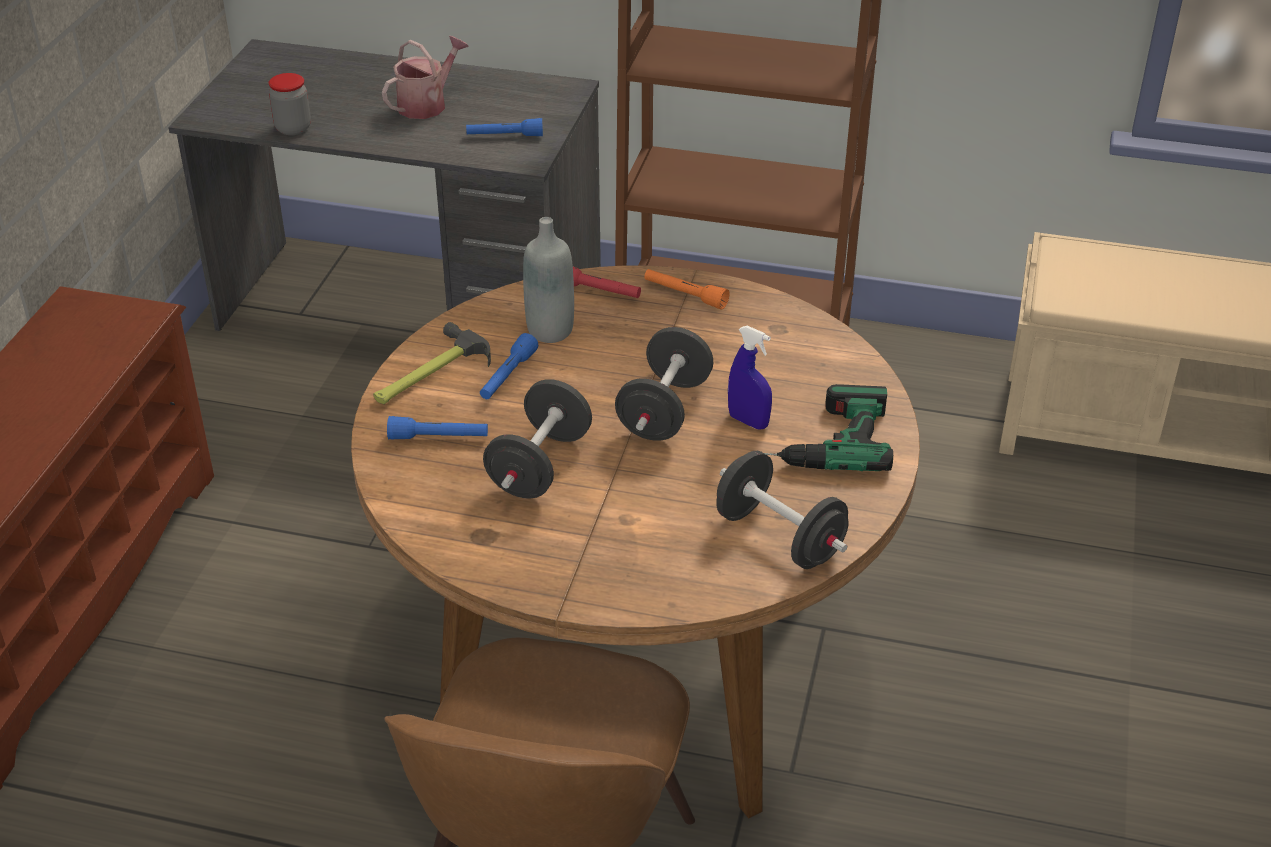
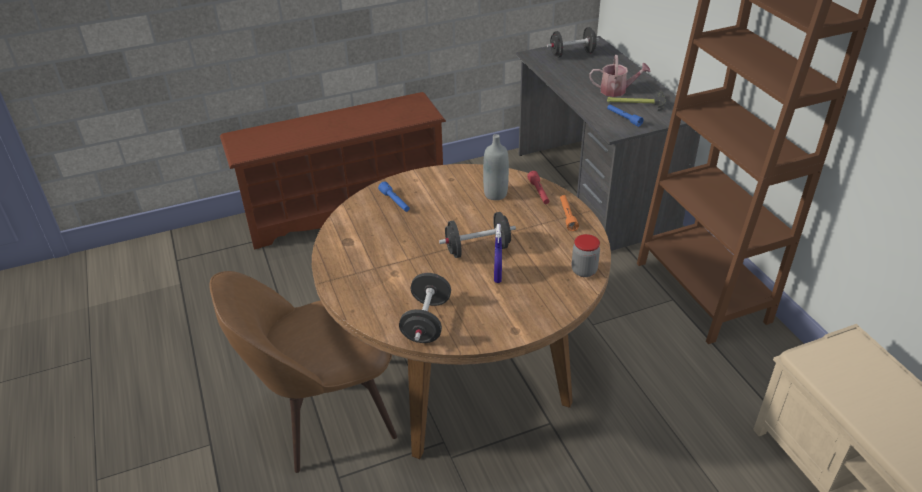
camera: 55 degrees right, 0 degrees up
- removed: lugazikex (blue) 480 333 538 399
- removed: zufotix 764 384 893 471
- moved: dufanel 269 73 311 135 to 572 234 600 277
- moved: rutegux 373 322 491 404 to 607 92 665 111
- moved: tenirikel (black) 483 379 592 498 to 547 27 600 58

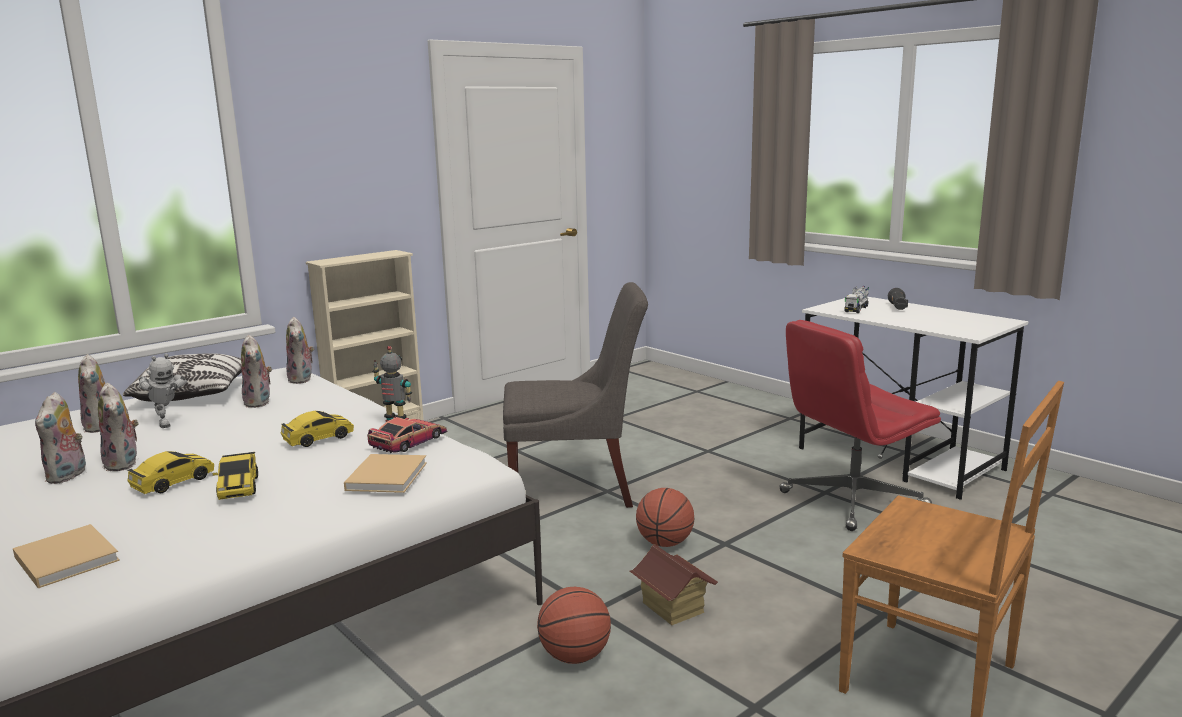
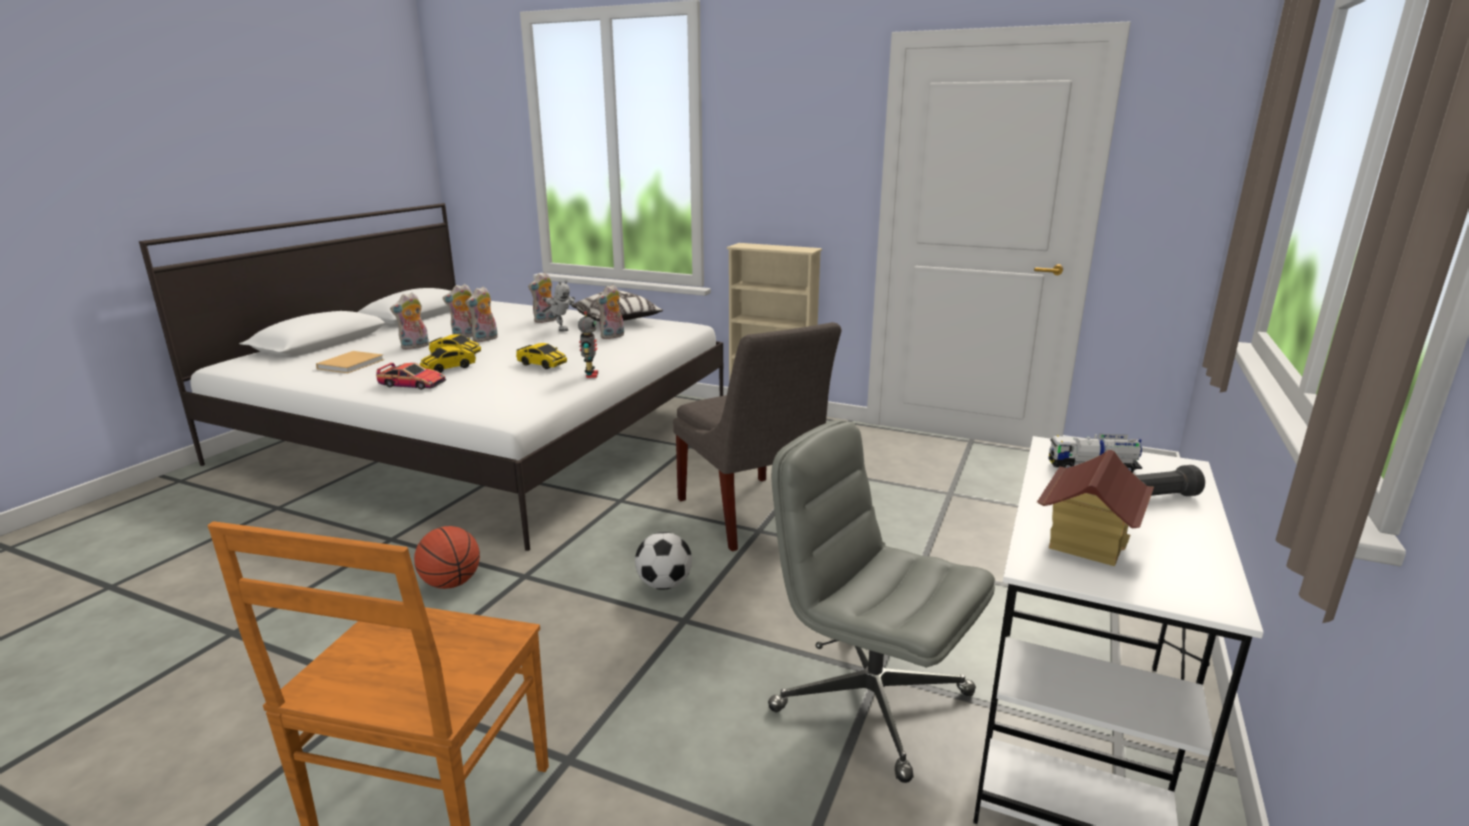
camera: 65 degrees right, 5 degrees up
- removed: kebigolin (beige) 344 454 427 493
- moved: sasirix 286 317 314 384 to 390 292 429 350
- moved: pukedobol 367 417 448 453 to 376 363 446 390
- moved: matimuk 630 545 718 626 to 1037 450 1154 566
- replaced: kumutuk 636 488 694 547 to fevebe 635 532 692 590
- recoloured: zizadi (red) 779 320 941 531 to zizadi (grey) 768 420 995 783
- turned: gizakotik 139 354 187 428 = 542 280 575 332 75 degrees counterclockwise

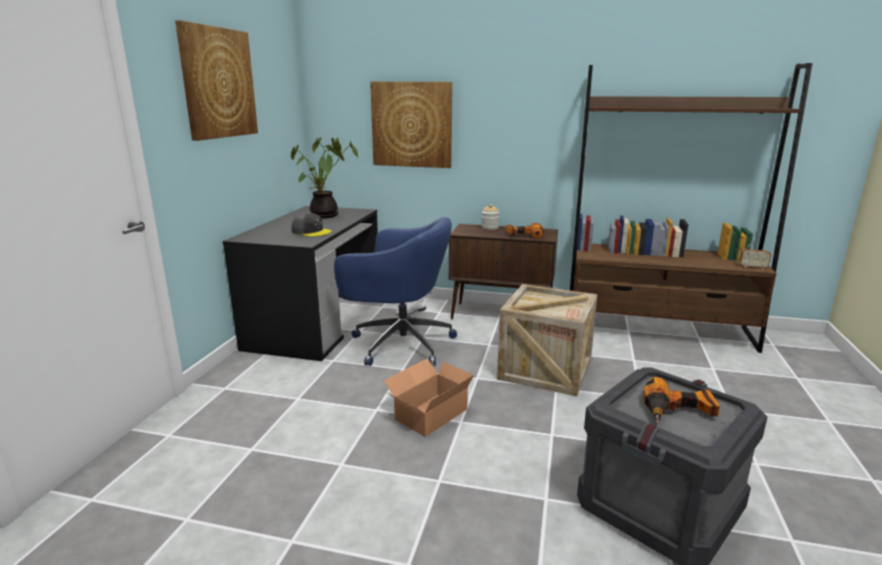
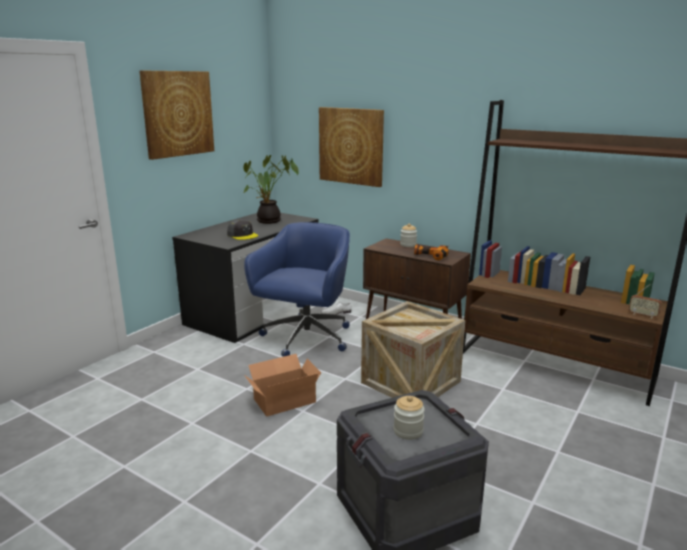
camera: 20 degrees right, 0 degrees up
- replaced: zufotix 643 377 720 424 to dufanel 393 396 425 440
- turned: zizadi (blue) 334 217 457 366 = 244 222 350 357 105 degrees counterclockwise

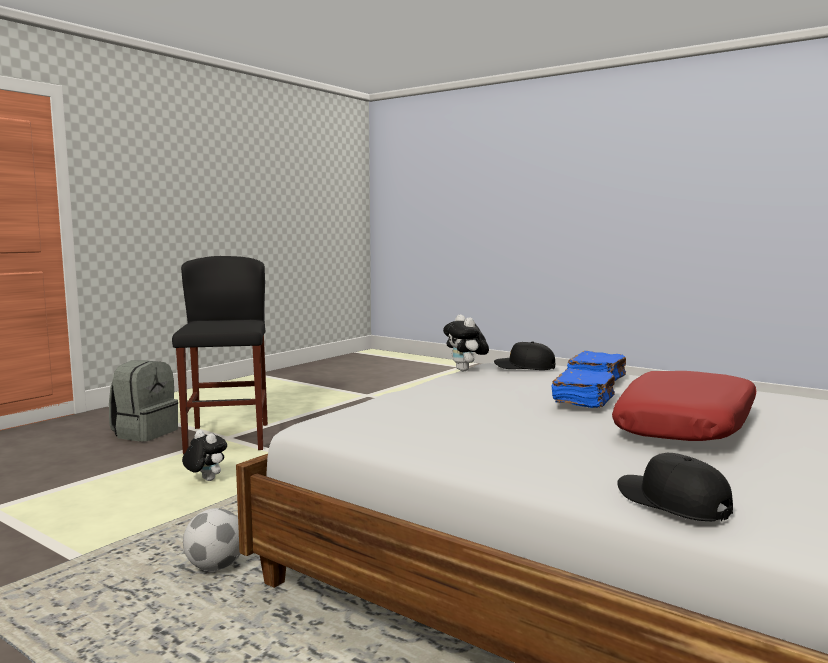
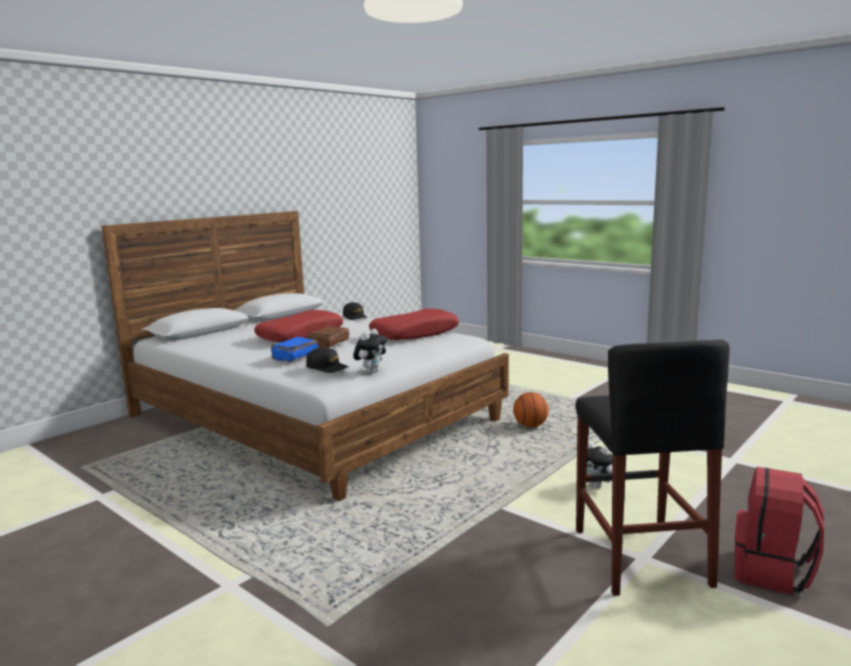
camera: 175 degrees left, 5 degrees up
- added: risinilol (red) 369 308 459 340
- replaced: fevebe 183 508 240 571 to kumutuk 513 392 549 428
- recoloured: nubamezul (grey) 109 360 178 442 to nubamezul (red) 734 467 824 595
- recoloured: kebigolin (blue) 551 368 615 408 to kebigolin (brown) 307 326 349 348
- turned: sasirix 443 315 489 372 = 353 329 387 373 45 degrees clockwise

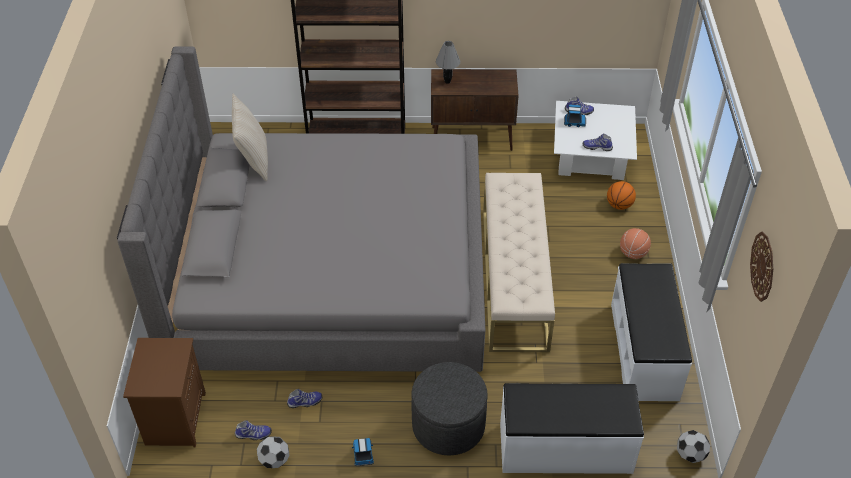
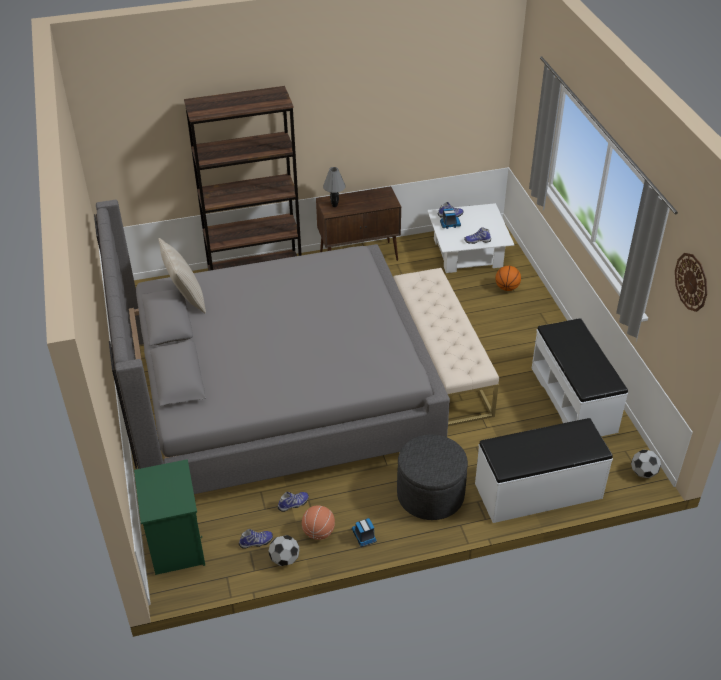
camera: 15 degrees left, 5 degrees down
- moved: kumutuk 620 228 651 259 to 302 505 335 540
- recoloured: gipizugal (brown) 123 338 206 447 to gipizugal (green) 134 459 205 575

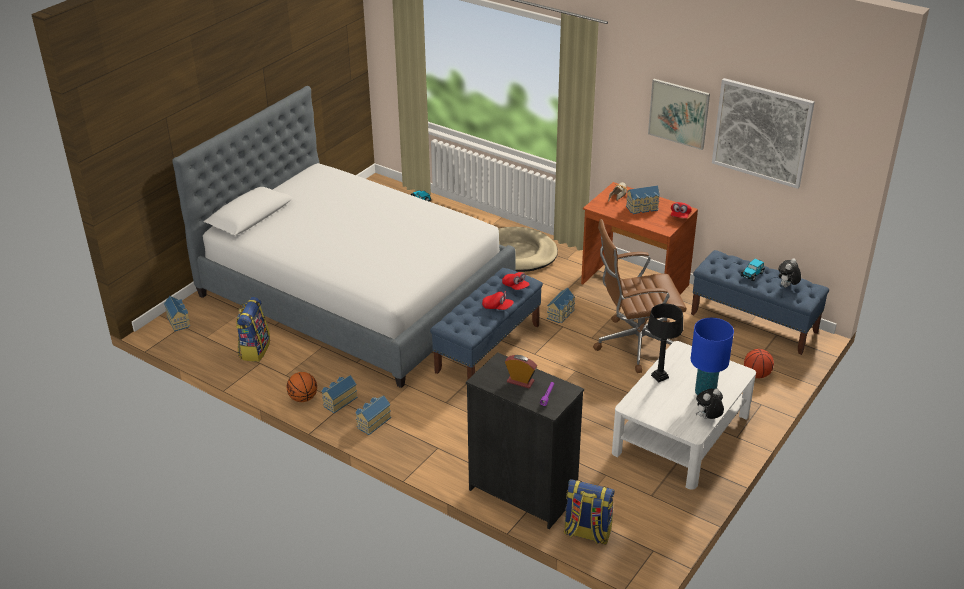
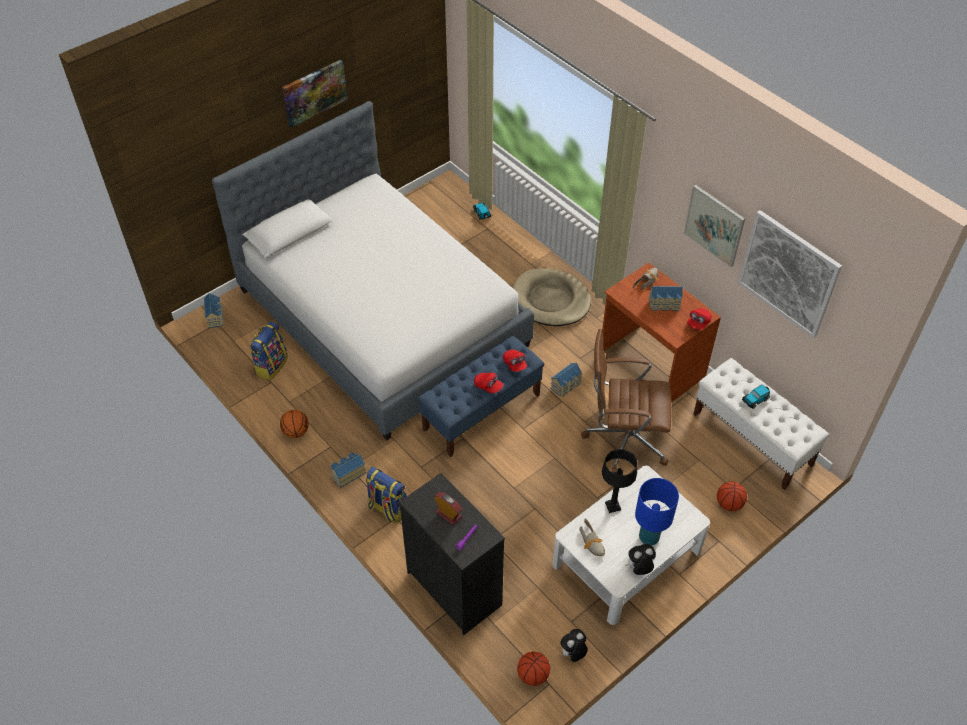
camera: 15 degrees right, 15 degrees up
- removed: matimuk 321 375 358 413
- added: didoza 282 60 347 127
- added: kumutuk 517 651 550 686
- added: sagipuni 579 518 605 556
- moved: nubamezul 564 479 615 544 to 366 467 407 524
- moved: sasirix 778 258 801 287 to 561 629 588 662
- recoloured: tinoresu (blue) 691 250 829 355 to tinoresu (white) 693 358 829 490

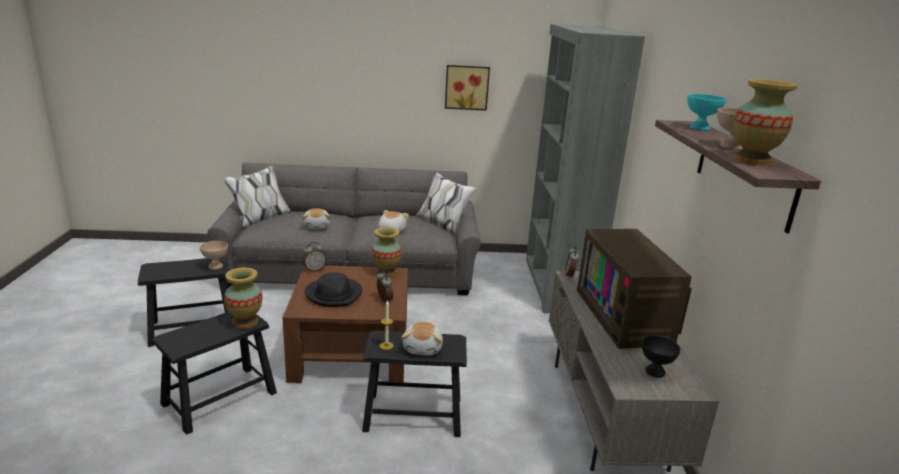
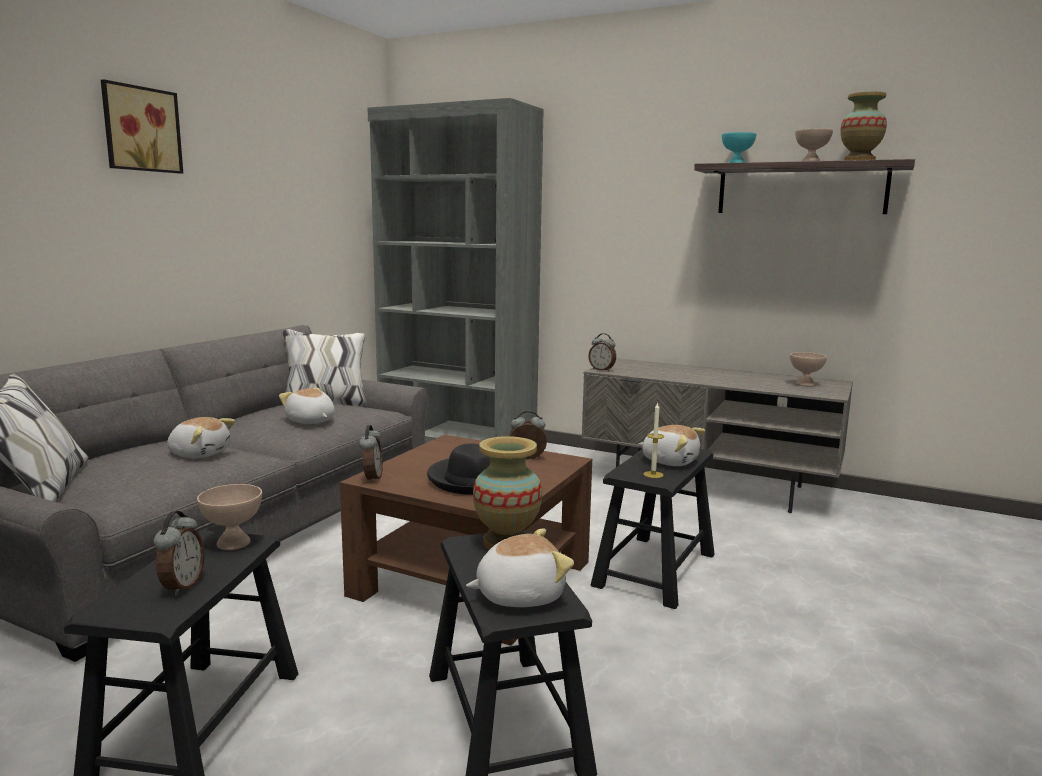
camera: 60 degrees left, 10 degrees down
- removed: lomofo 371 227 402 277
- removed: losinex 577 229 692 349
- added: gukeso 154 511 205 596
- added: sasirix 466 528 574 607
- moved: didoza 445 65 490 111 to 101 79 183 174
- recoloured: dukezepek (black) 642 336 680 378 to dukezepek (beige) 790 352 827 387

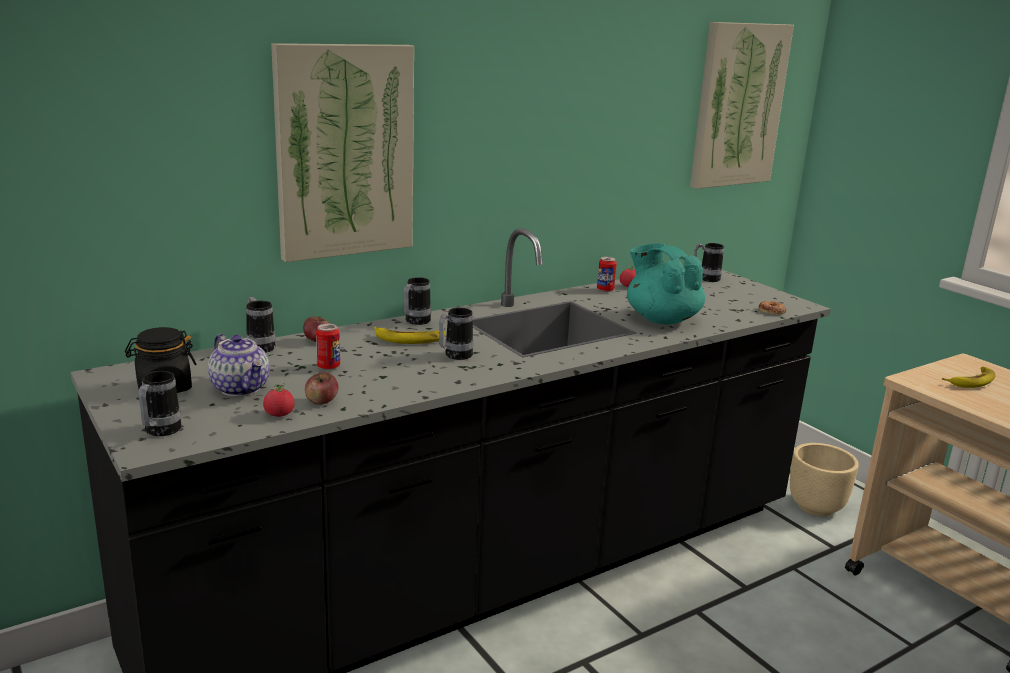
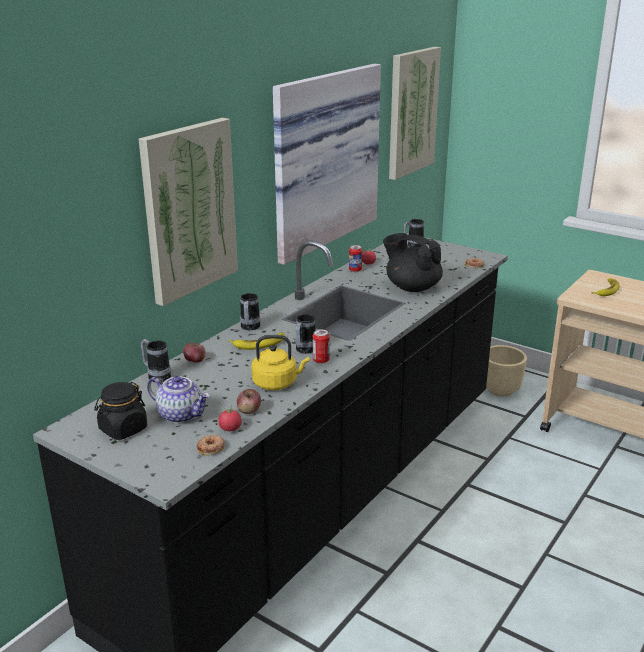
camera: 20 degrees left, 5 degrees up
- removed: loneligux 138 371 181 436
- added: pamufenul 197 435 225 455
- added: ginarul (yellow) 251 335 310 390
- added: didoza 273 64 381 265
- moved: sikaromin 316 324 340 370 to 313 329 330 364
- recoloured: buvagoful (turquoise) 627 244 705 325 to buvagoful (black) 383 233 443 292

